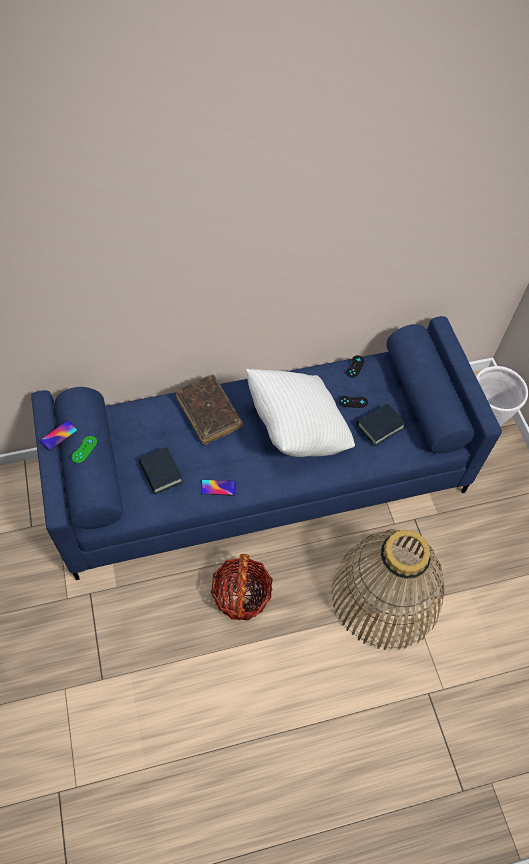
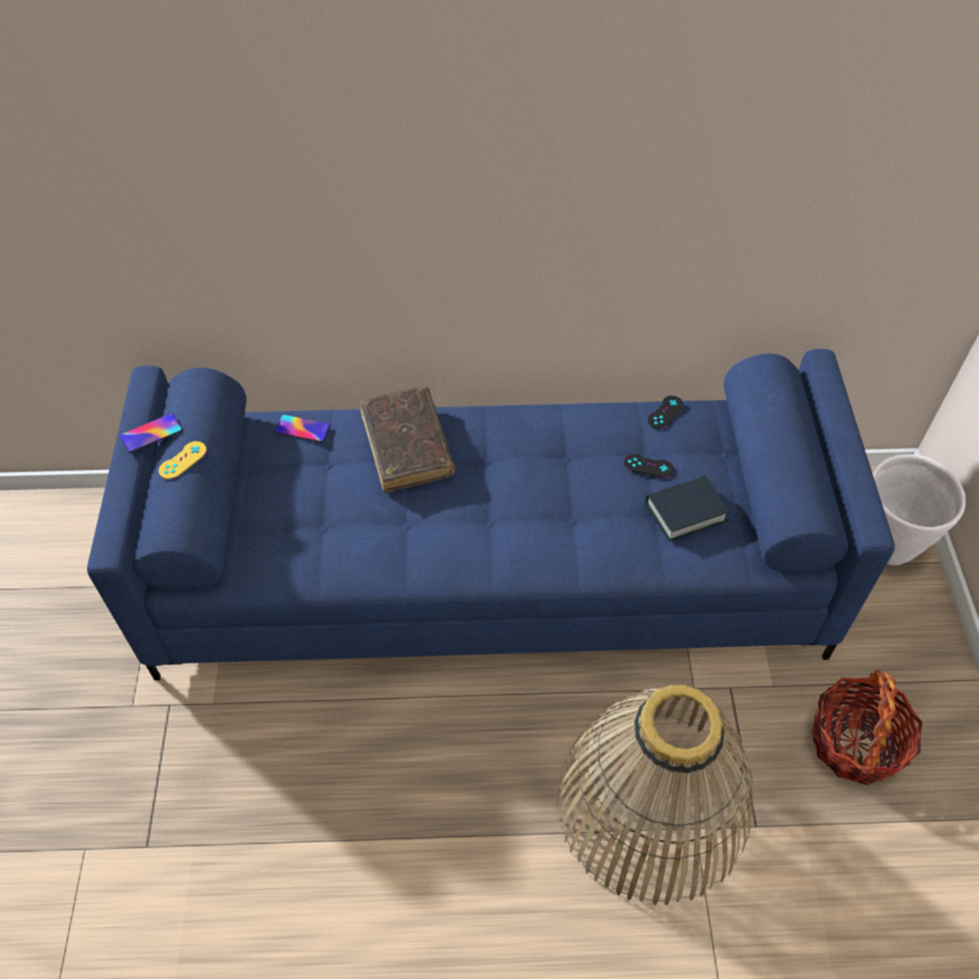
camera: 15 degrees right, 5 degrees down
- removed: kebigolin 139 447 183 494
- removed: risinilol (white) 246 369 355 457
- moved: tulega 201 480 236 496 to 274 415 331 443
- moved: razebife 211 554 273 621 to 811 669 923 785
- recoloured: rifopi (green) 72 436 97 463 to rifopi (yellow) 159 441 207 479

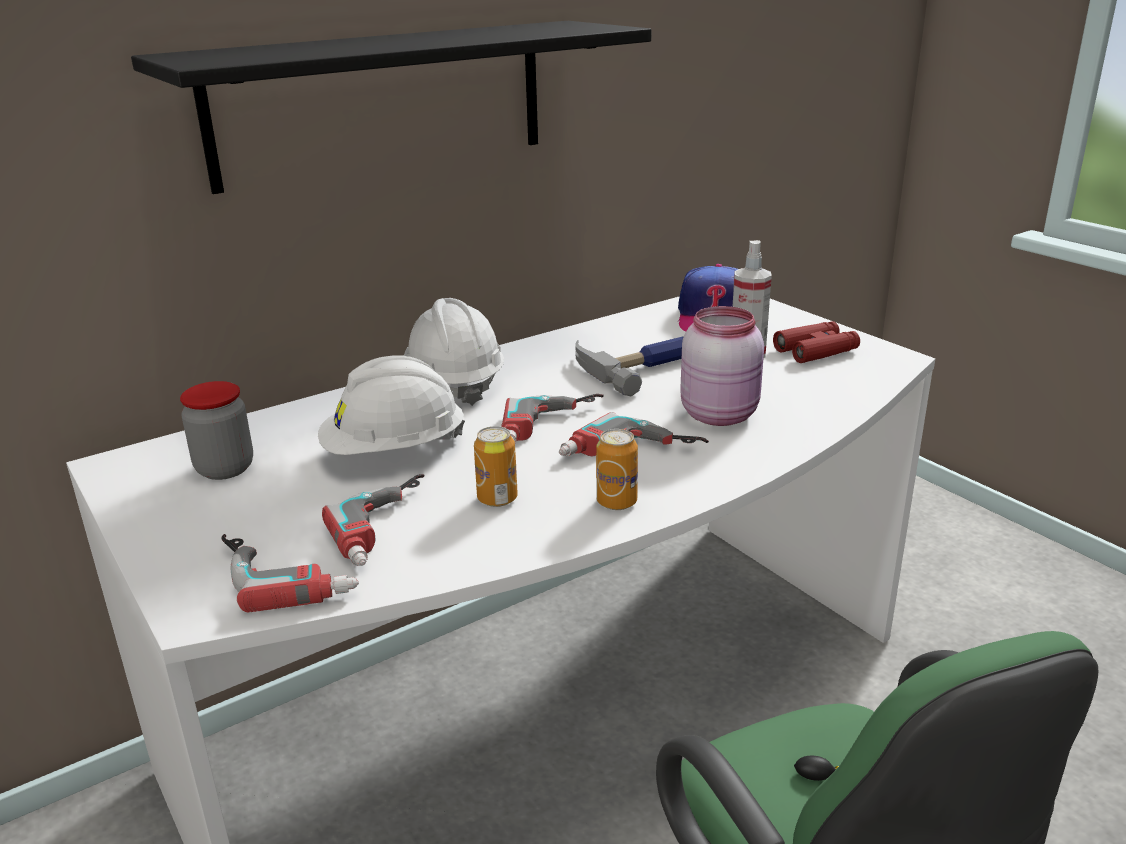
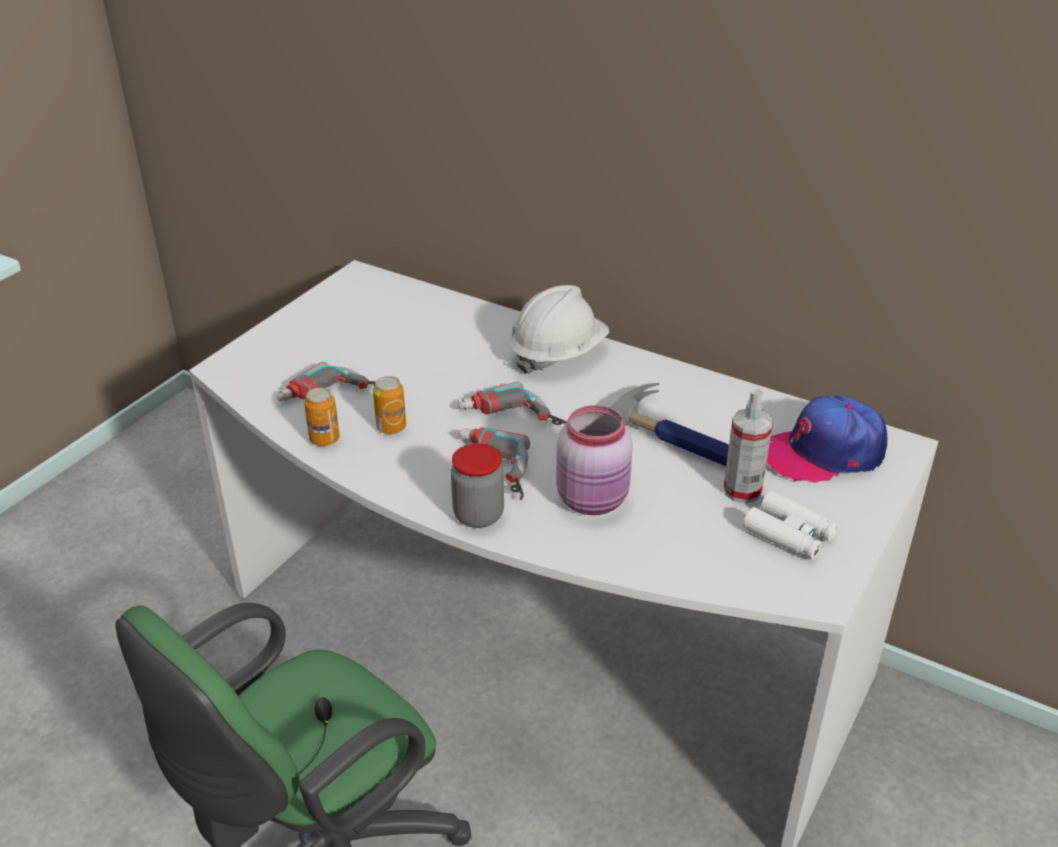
camera: 65 degrees right, 10 degrees up
- removed: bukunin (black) 131 21 652 194
- removed: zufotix 221 534 359 612
- removed: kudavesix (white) 318 355 465 455
- moved: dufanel 180 381 253 480 to 451 443 504 528
- moved: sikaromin 596 429 638 510 to 304 387 340 446
- recoloured: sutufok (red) 773 321 860 363 to sutufok (white) 743 490 838 560

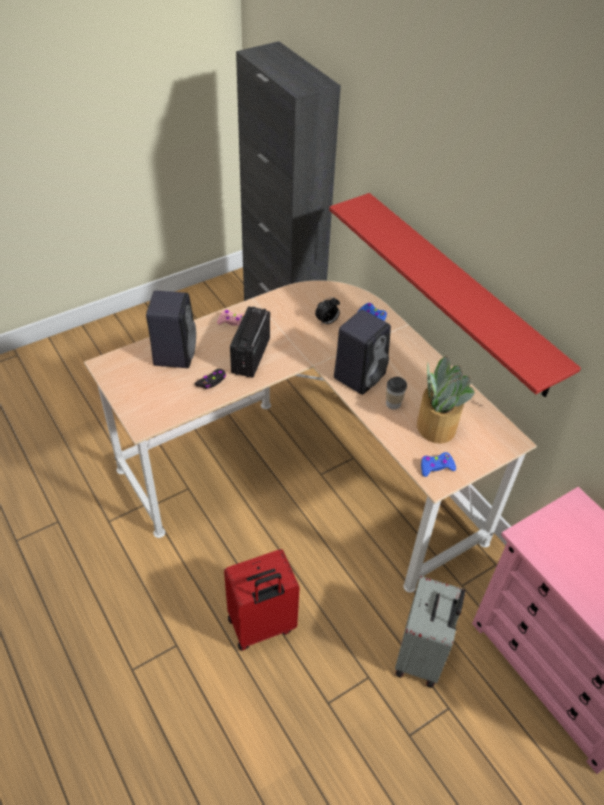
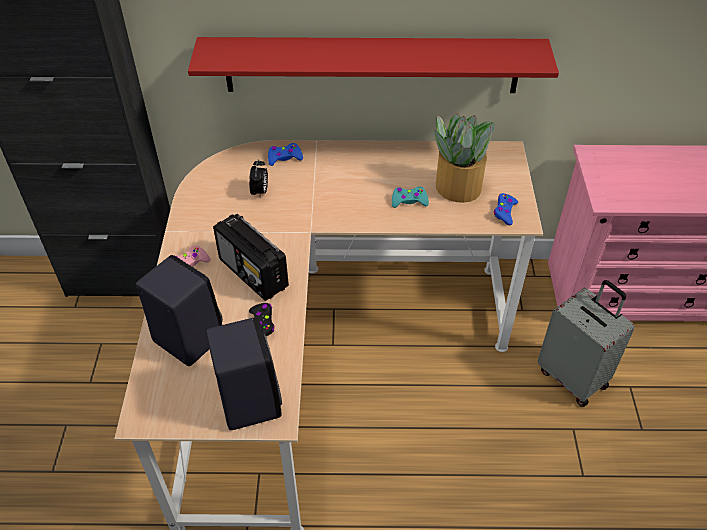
camera: 55 degrees left, 0 degrees up
- removed: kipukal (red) 224 549 300 651
- moved: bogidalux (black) 334 310 391 395 to 206 317 282 430
- replaced: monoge 386 377 407 410 to rifopi (turquoise) 392 187 429 208

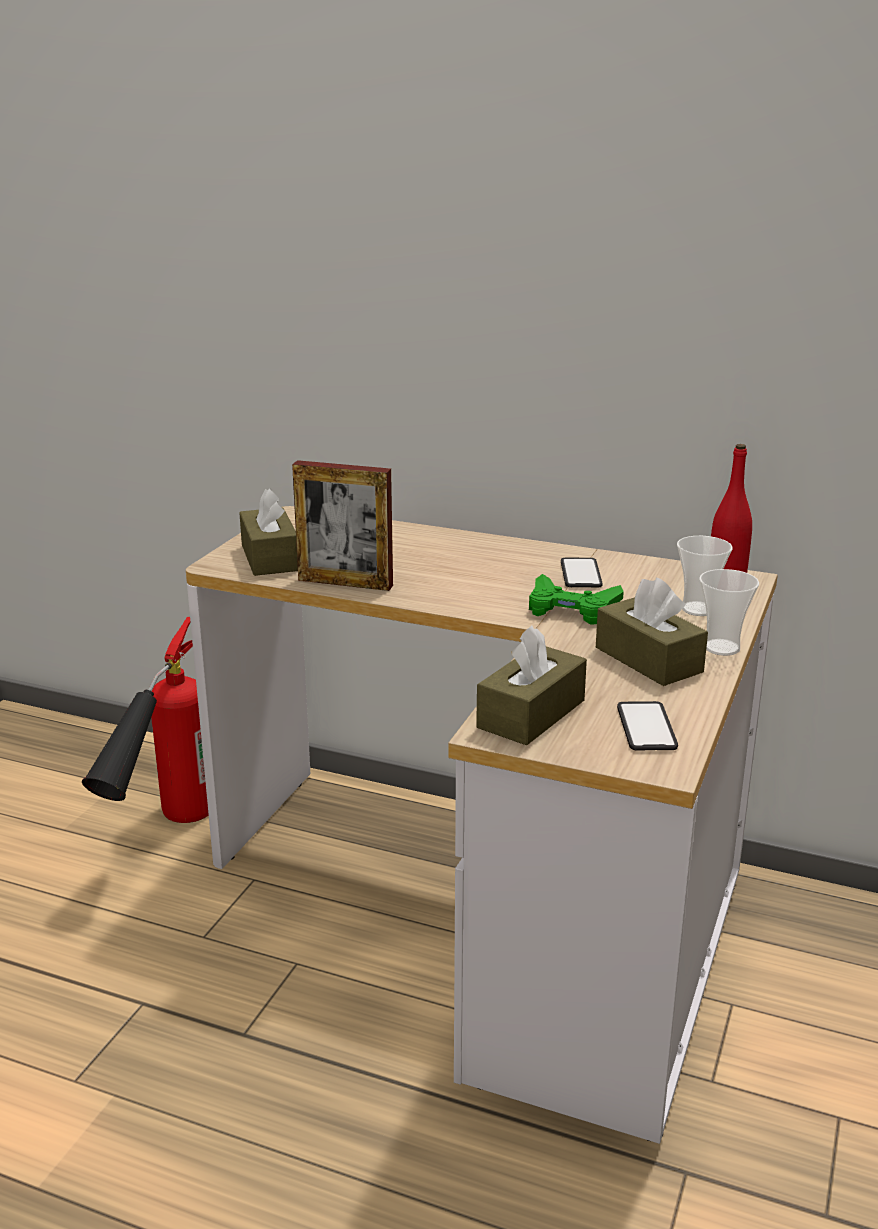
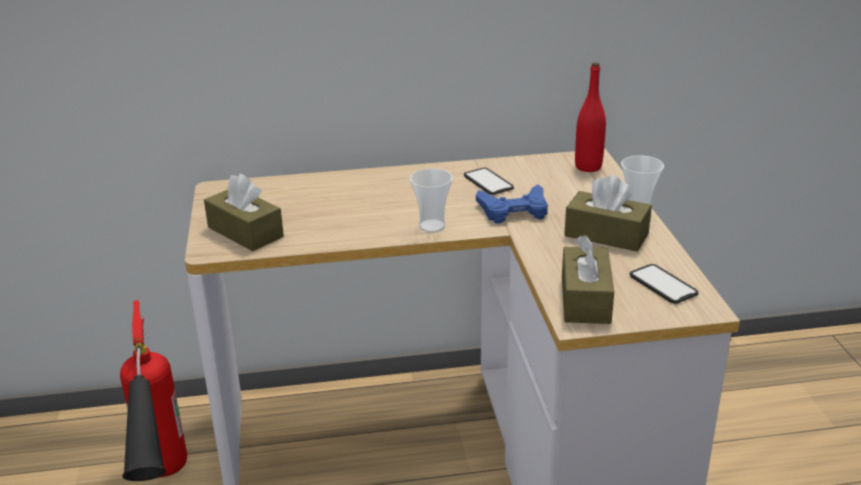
camera: 30 degrees left, 5 degrees up
- removed: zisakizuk 292 460 393 591
- moved: monoge 677 536 733 616 to 410 169 453 233
- recoloured: rifopi (green) 529 574 624 624 to rifopi (blue) 476 184 548 224

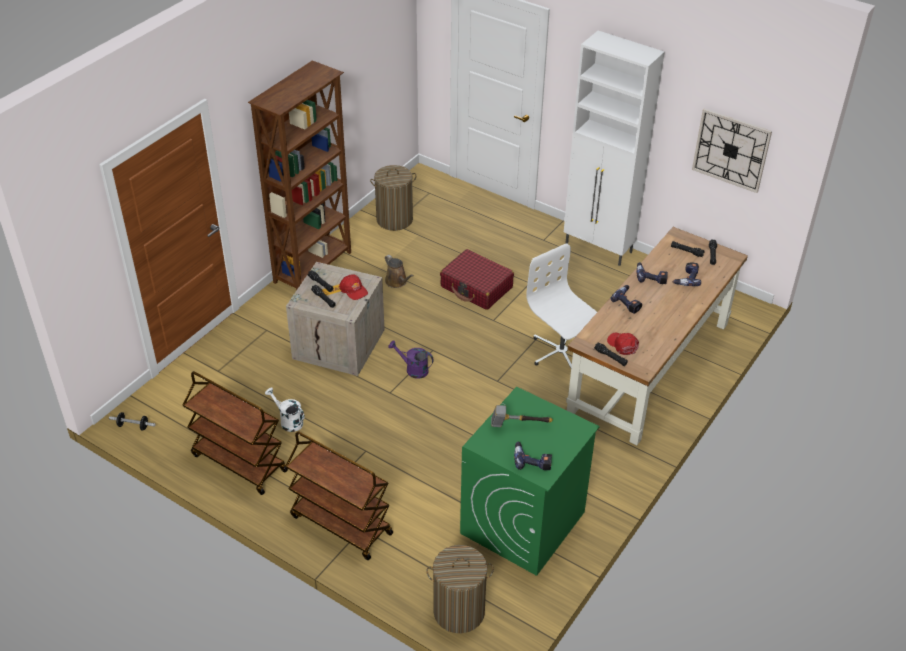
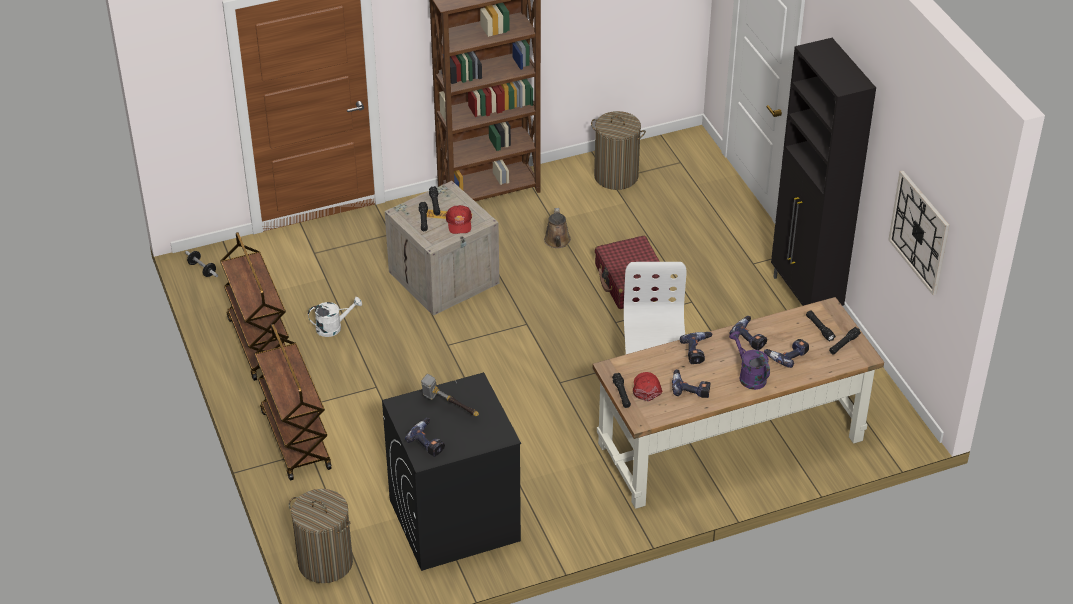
camera: 35 degrees right, 0 degrees up
- added: zufotix 672 369 710 398
- moved: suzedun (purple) 388 340 434 379 to 729 331 770 390
- recoloured: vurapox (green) 460 387 600 576 to vurapox (black) 382 372 521 571
- recoloured: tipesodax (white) 564 31 665 266 to tipesodax (black) 771 38 876 306
- turned: suzedun (white) 265 387 305 432 = 308 297 362 337 90 degrees clockwise

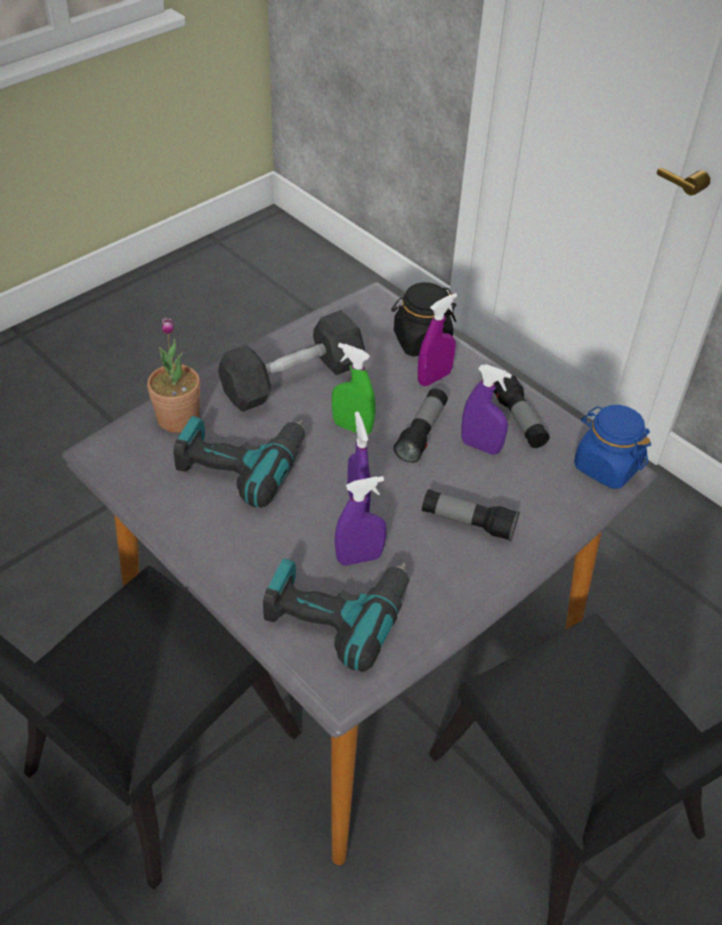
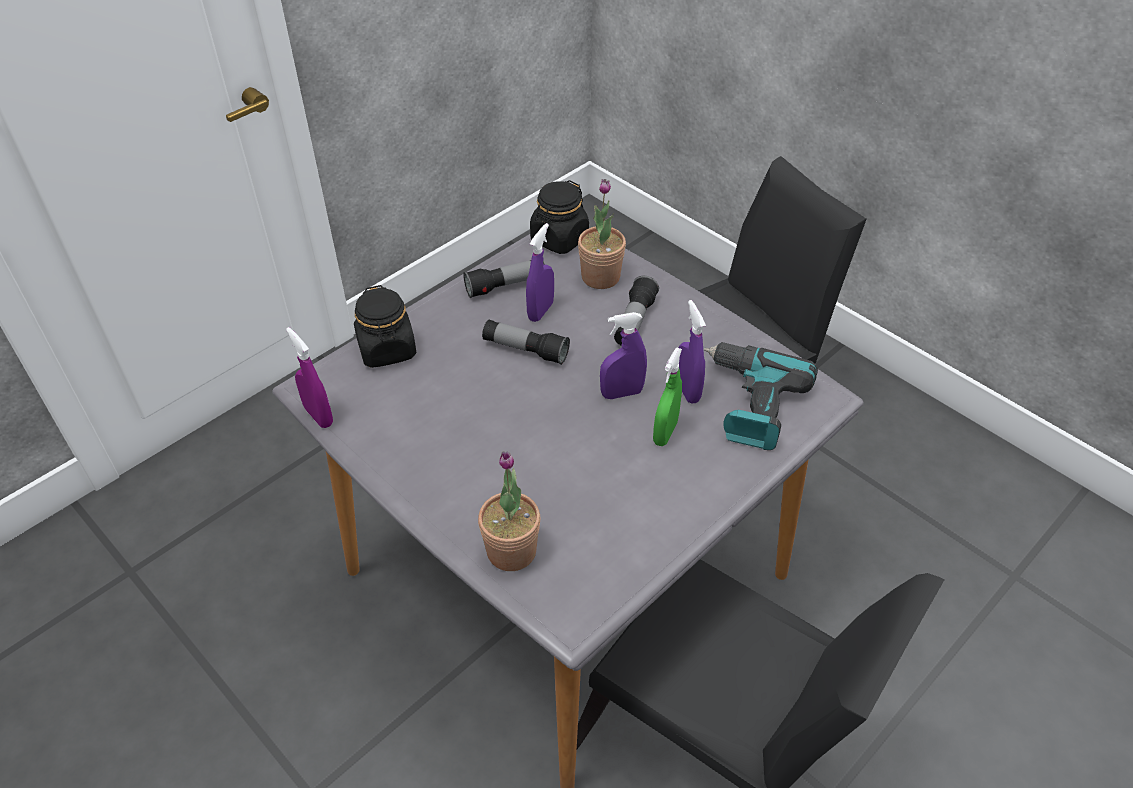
camera: 90 degrees left, 0 degrees up
- removed: zufotix 173 416 305 508
- removed: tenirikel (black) 218 310 365 412
- added: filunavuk 578 179 626 289
- moved: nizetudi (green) 332 343 375 435 to 653 347 682 446
- moved: nizetudi (purple) 418 293 458 386 to 286 327 333 428
- recoloured: dufanel (blue) 574 405 651 489 to dufanel (black) 530 180 589 254

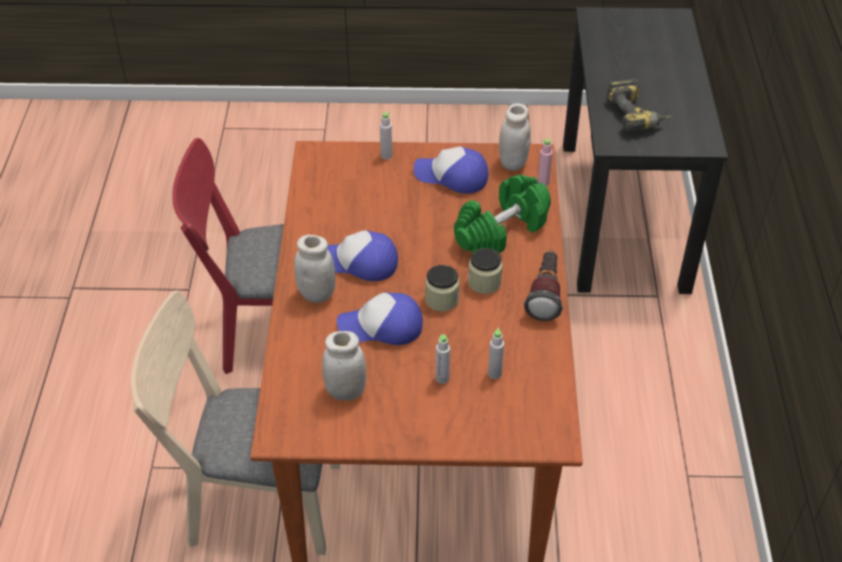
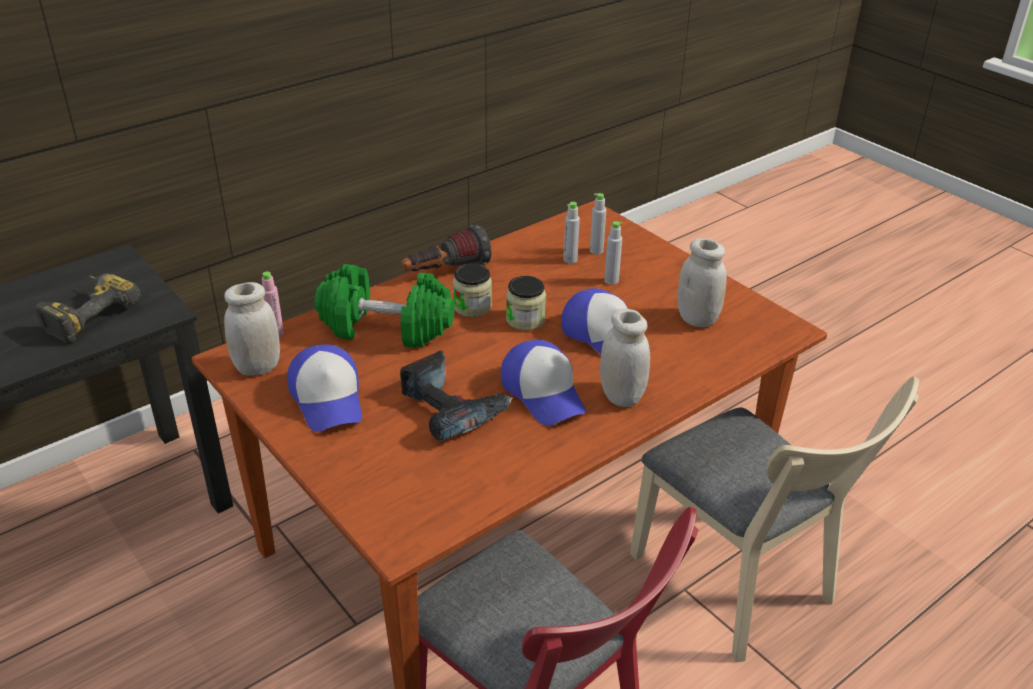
camera: 130 degrees left, 10 degrees down
- added: zufotix 400 350 513 441
- moved: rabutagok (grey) 380 112 392 159 to 590 193 606 254

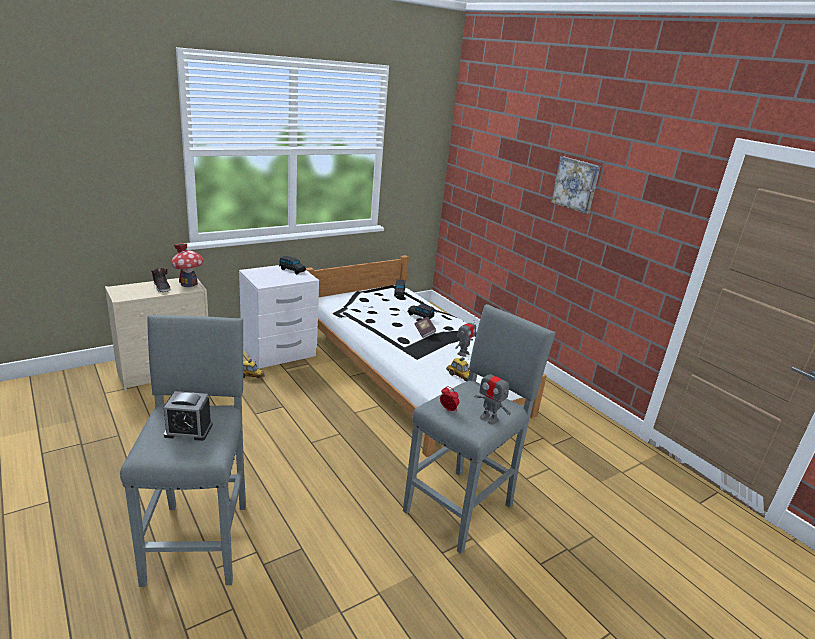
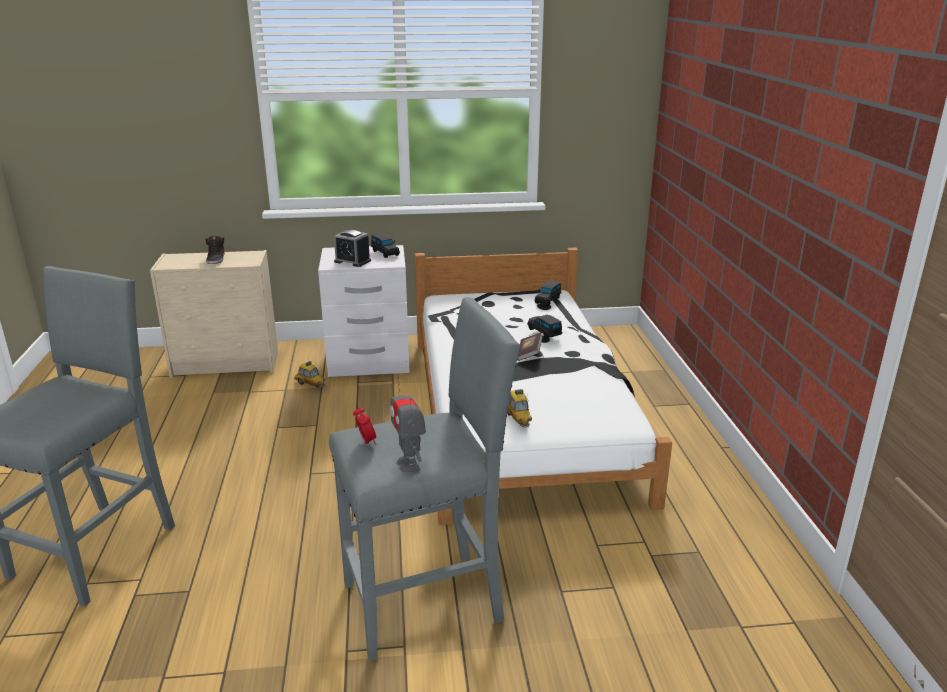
camera: 30 degrees right, 0 degrees up
- removed: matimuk 171 243 204 287
- removed: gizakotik 455 316 476 357
- removed: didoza 551 157 600 214
- moved: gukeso 164 391 213 441 to 334 230 371 267

